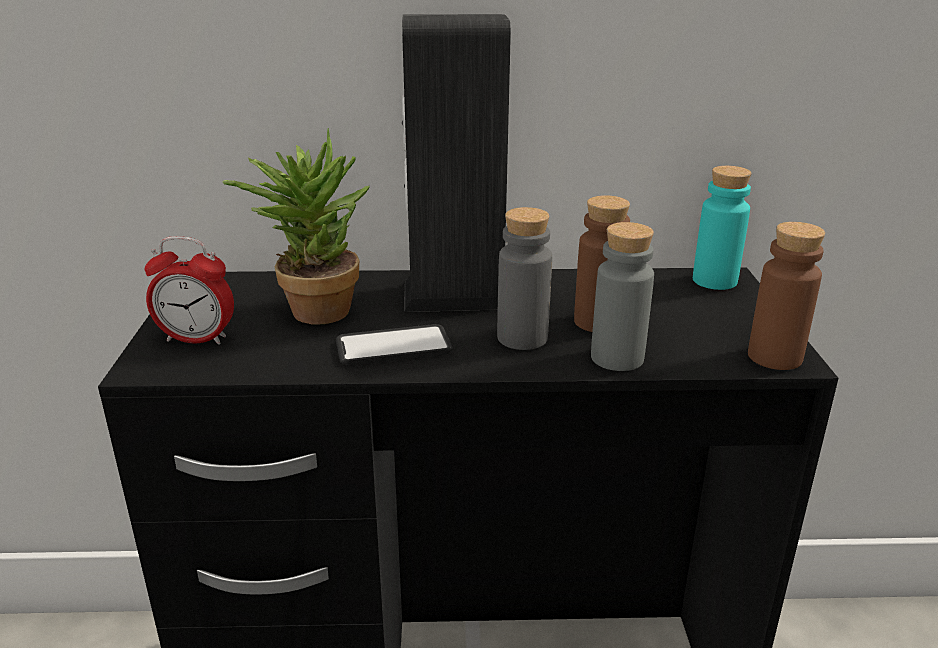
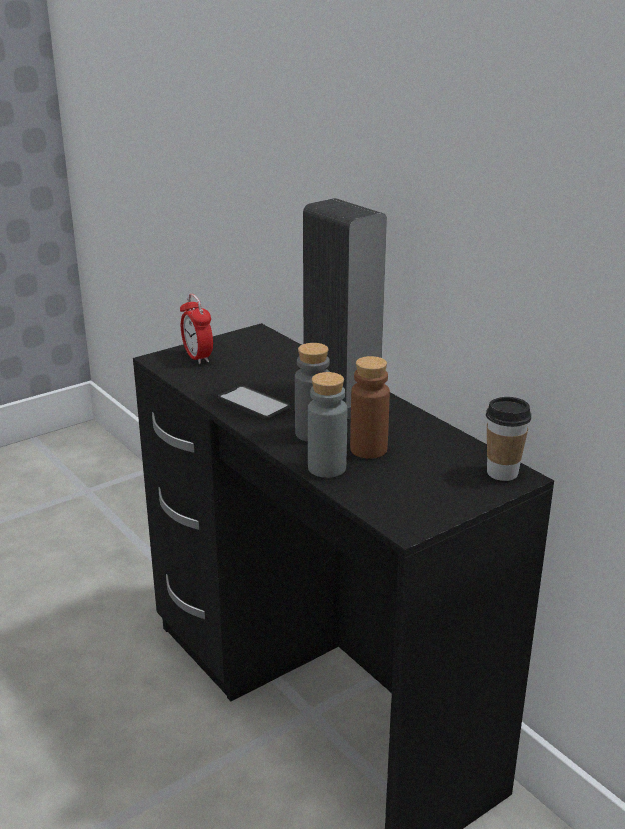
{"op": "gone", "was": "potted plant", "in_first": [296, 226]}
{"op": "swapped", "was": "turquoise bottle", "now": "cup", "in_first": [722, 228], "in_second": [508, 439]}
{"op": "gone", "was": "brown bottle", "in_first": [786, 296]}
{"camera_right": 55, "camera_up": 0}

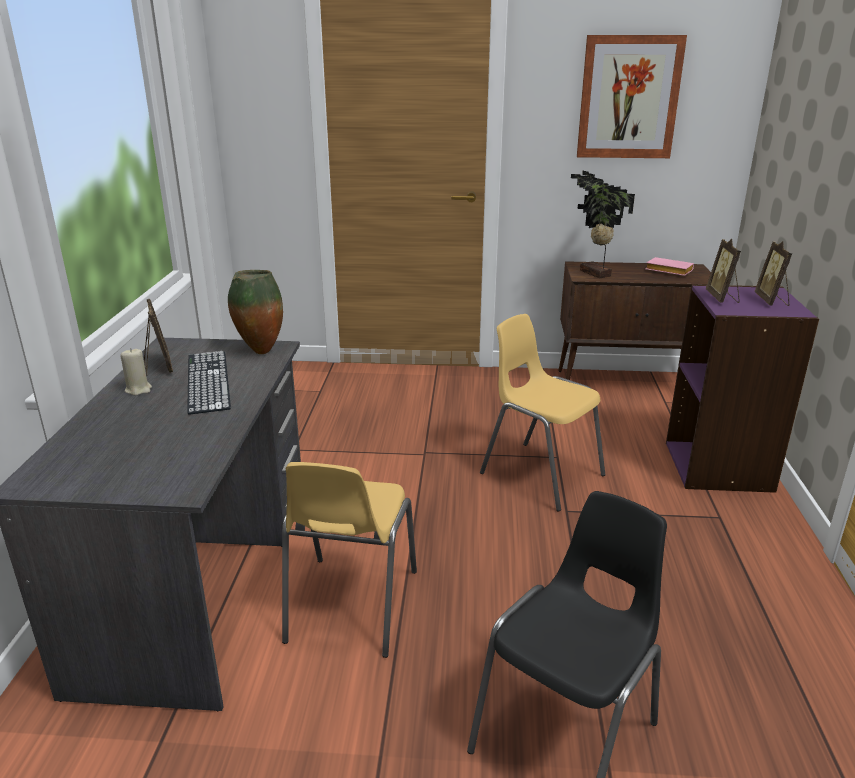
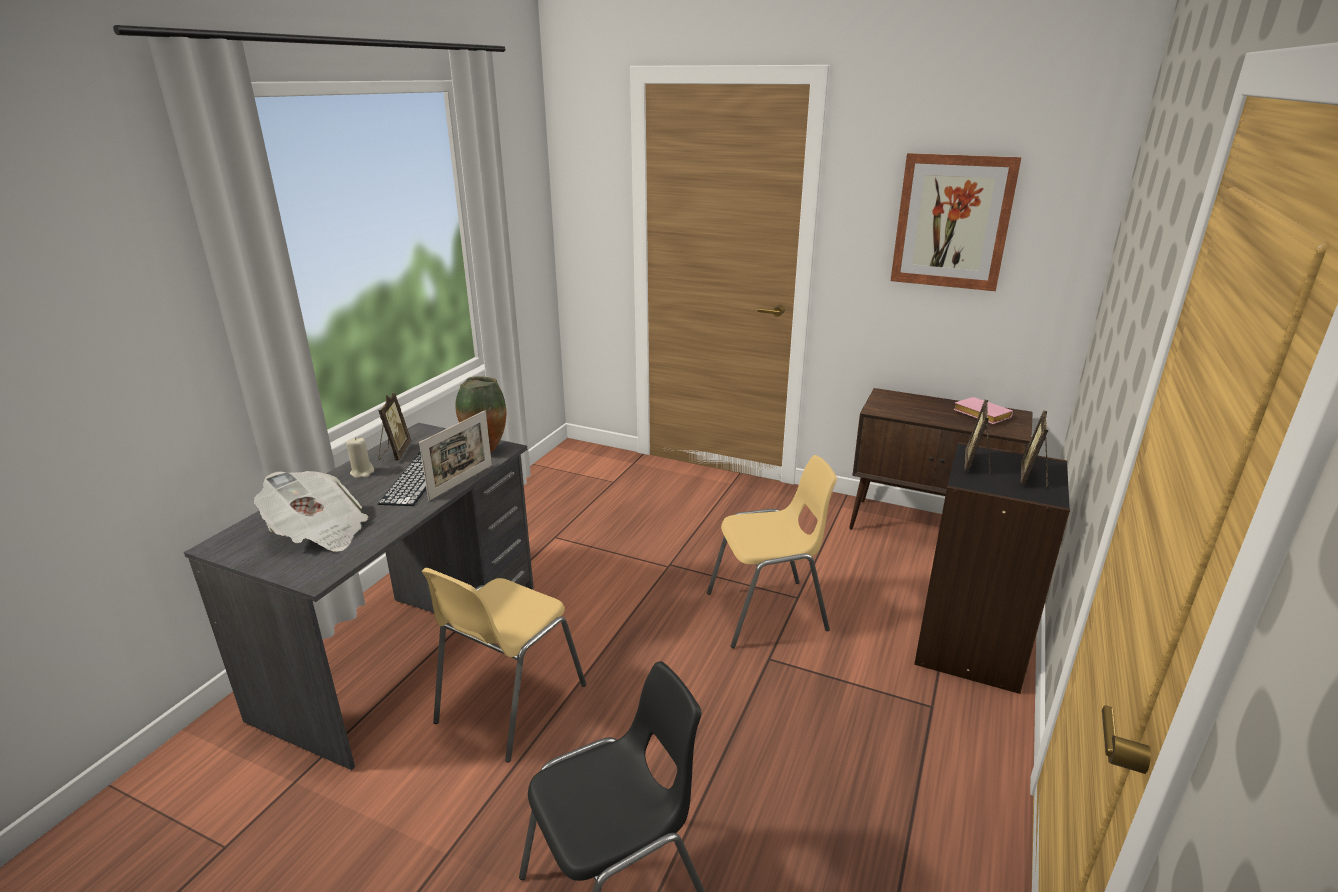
{"op": "gone", "was": "potted plant", "in_first": [603, 224]}
{"op": "repainted", "was": "purple bookcase", "now": "black bookcase", "in_first": [742, 389], "in_second": [992, 568]}
{"op": "rotated", "was": "yellow chair", "in_first": [542, 413], "in_second": [772, 551], "clockwise": 105}
{"op": "new", "now": "picture frame", "in_second": [455, 455]}
{"op": "new", "now": "newspaper", "in_second": [311, 511]}
{"camera_right": 20, "camera_up": 0}

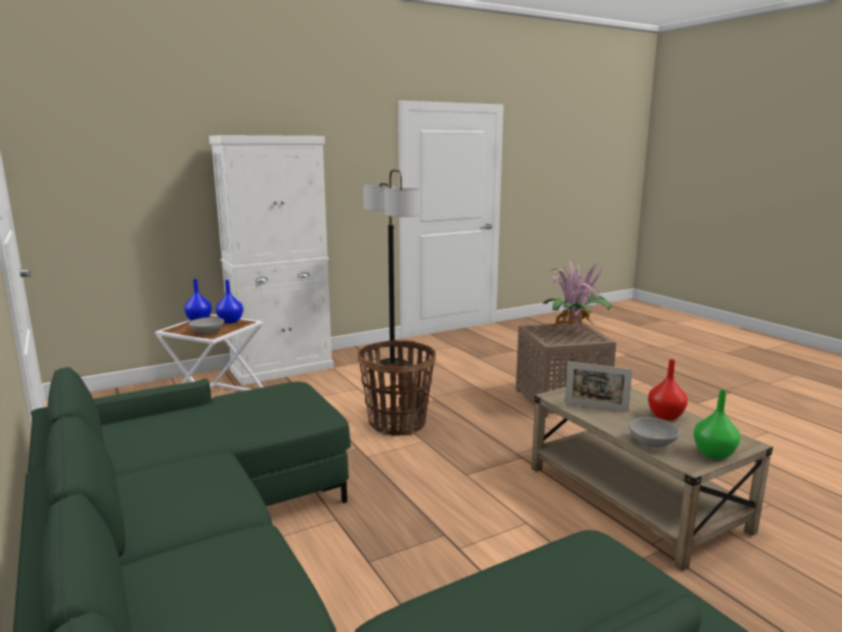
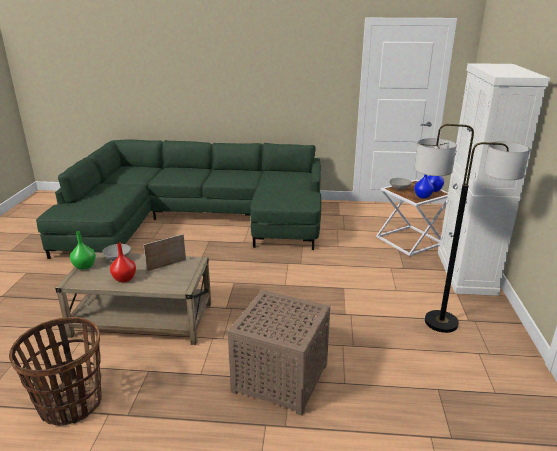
{"op": "gone", "was": "potted plant", "in_first": [577, 294]}
{"op": "shifted", "was": "basket", "in_first": [397, 388], "in_second": [55, 371]}
{"camera_right": 125, "camera_up": 10}

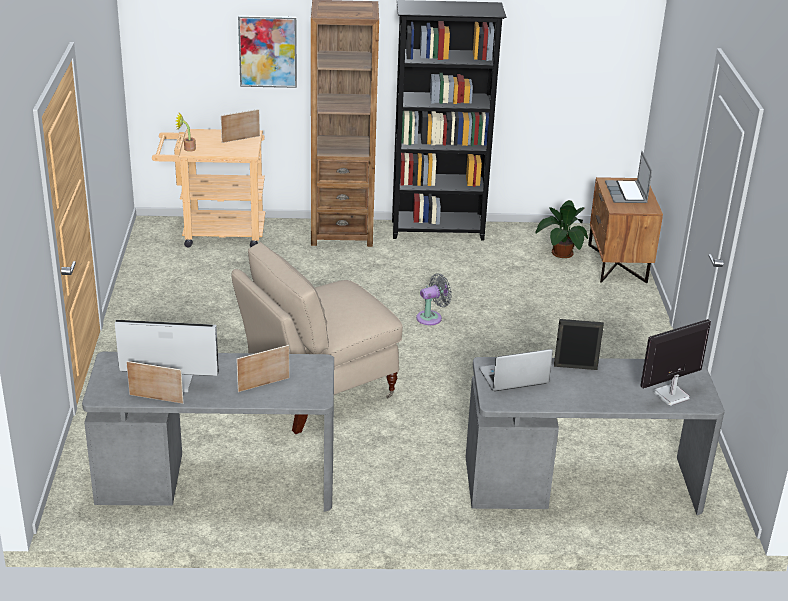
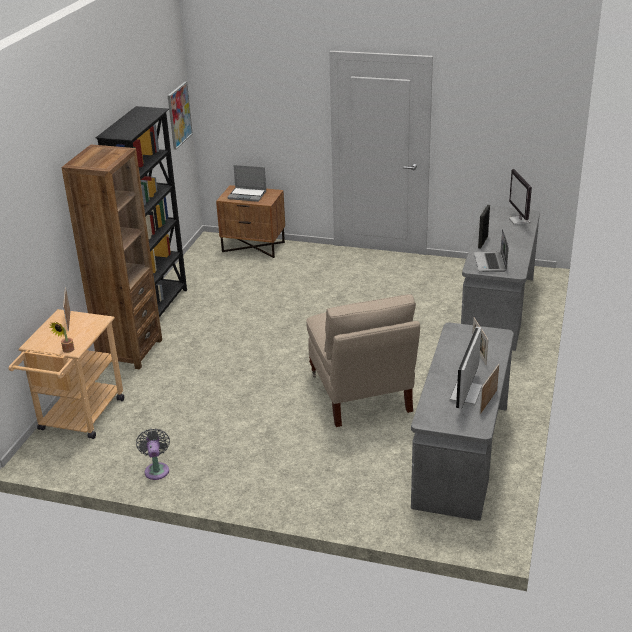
{"op": "shifted", "was": "picture", "in_first": [267, 51], "in_second": [180, 116]}
{"op": "gone", "was": "potted plant", "in_first": [561, 229]}
{"op": "shifted", "was": "grey fan", "in_first": [434, 299], "in_second": [153, 454]}
{"camera_right": -70, "camera_up": 0}

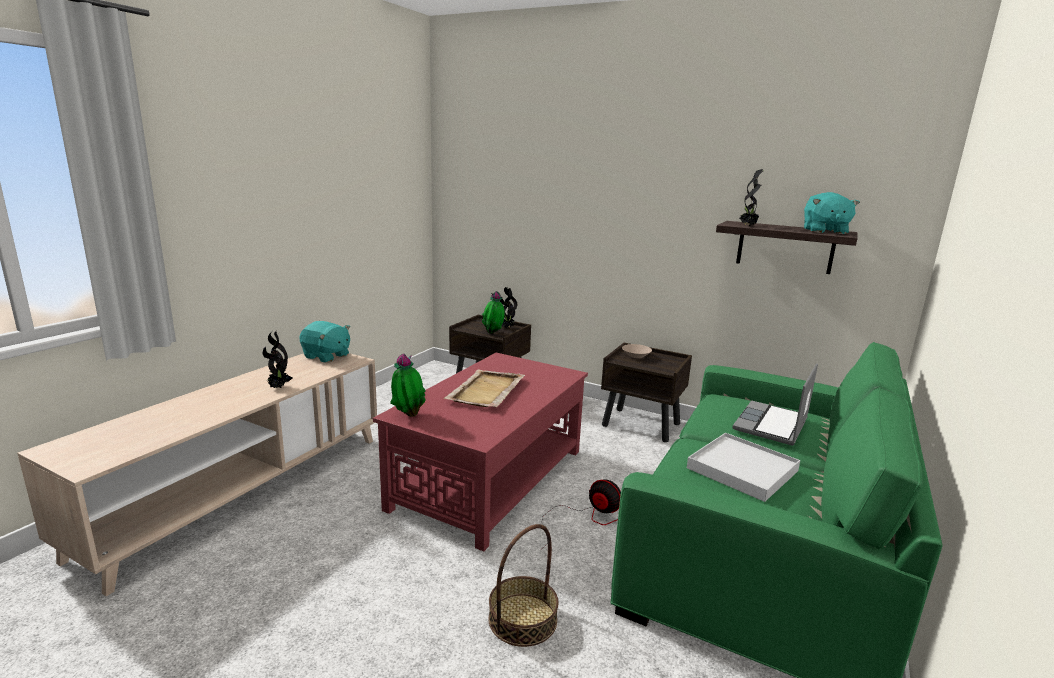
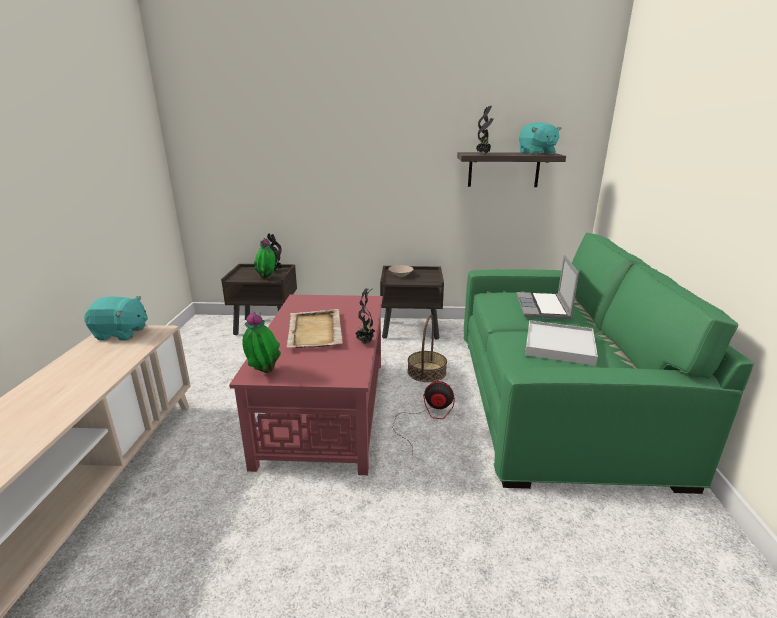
{"op": "shifted", "was": "potted plant", "in_first": [278, 359], "in_second": [365, 316]}
{"op": "shifted", "was": "basket", "in_first": [523, 585], "in_second": [427, 348]}
{"camera_right": -25, "camera_up": 5}

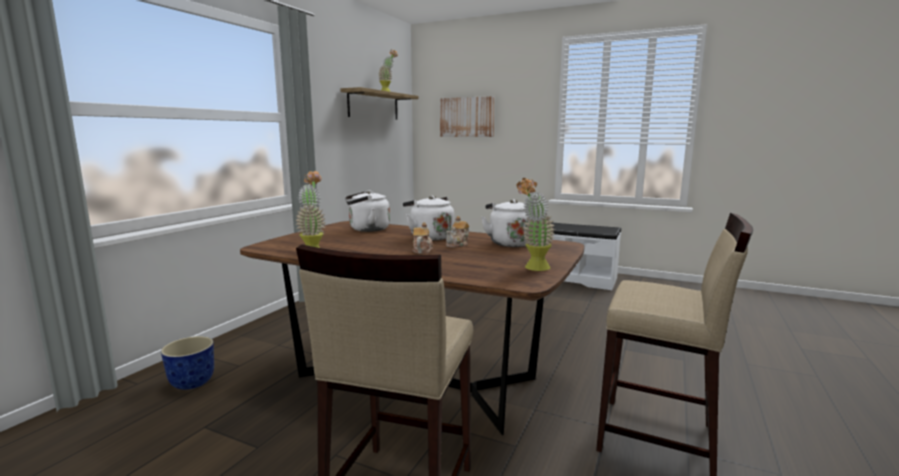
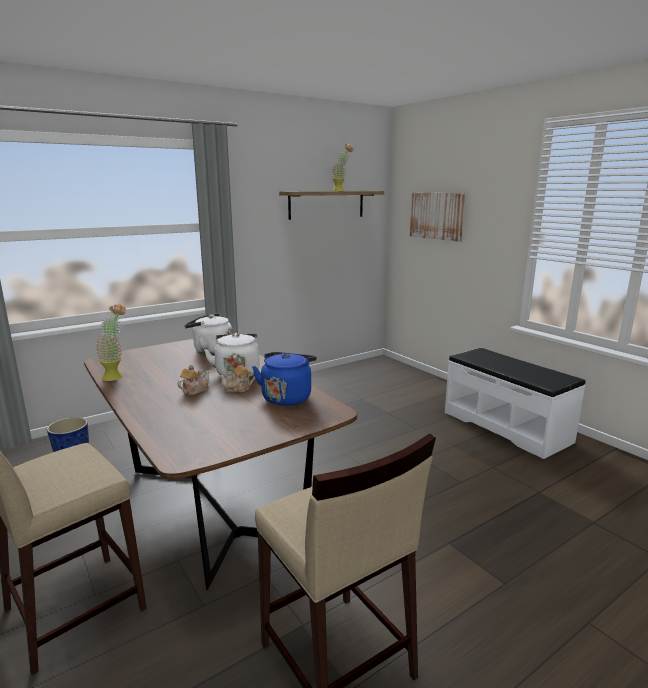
{"op": "gone", "was": "potted plant", "in_first": [535, 224]}
{"op": "repainted", "was": "white kettle", "now": "blue kettle", "in_first": [505, 223], "in_second": [284, 379]}
{"camera_right": 30, "camera_up": 5}

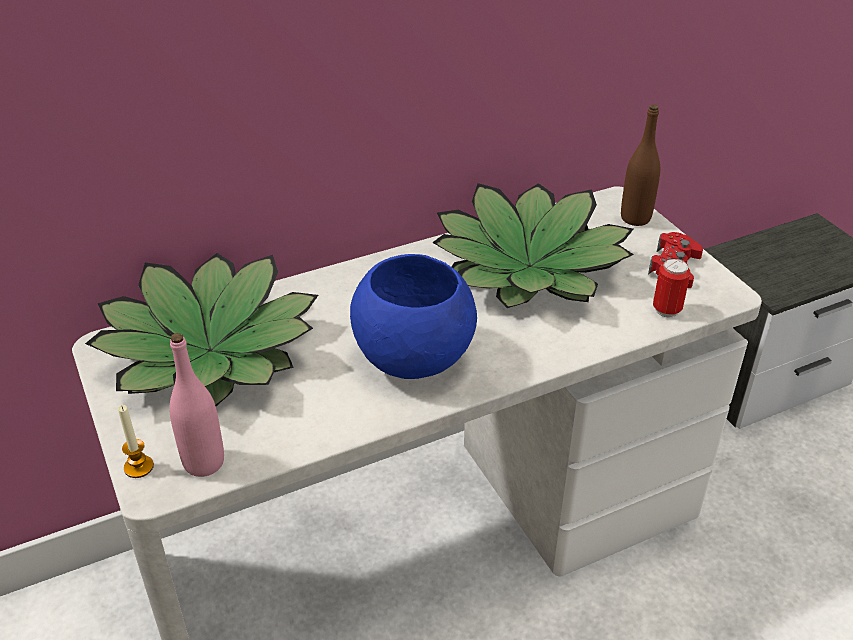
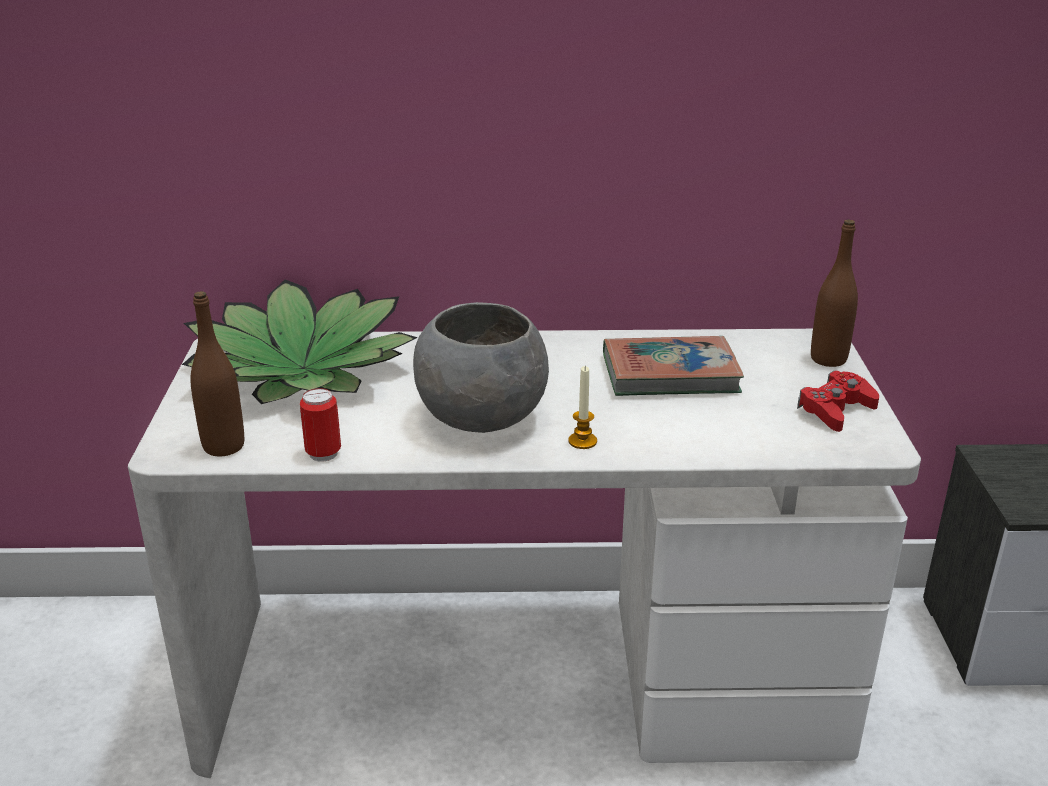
{"op": "swapped", "was": "potted plant", "now": "book", "in_first": [533, 245], "in_second": [673, 366]}
{"op": "repainted", "was": "blue bowl", "now": "grey bowl", "in_first": [413, 316], "in_second": [481, 367]}
{"op": "shifted", "was": "can", "in_first": [671, 287], "in_second": [320, 425]}
{"op": "repainted", "was": "pink bottle", "now": "brown bottle", "in_first": [196, 405], "in_second": [217, 373]}
{"op": "shifted", "was": "candle", "in_first": [136, 441], "in_second": [582, 407]}
{"camera_right": 25, "camera_up": -10}

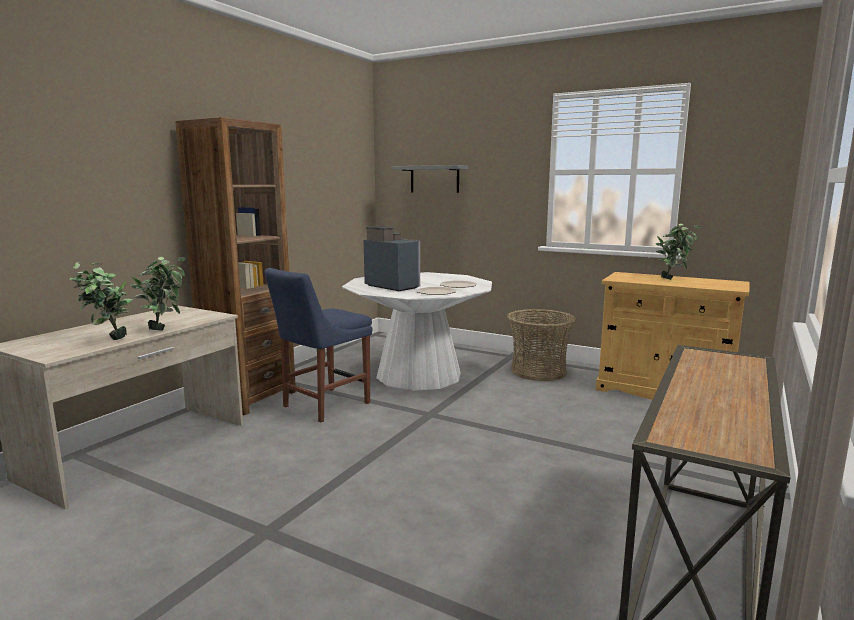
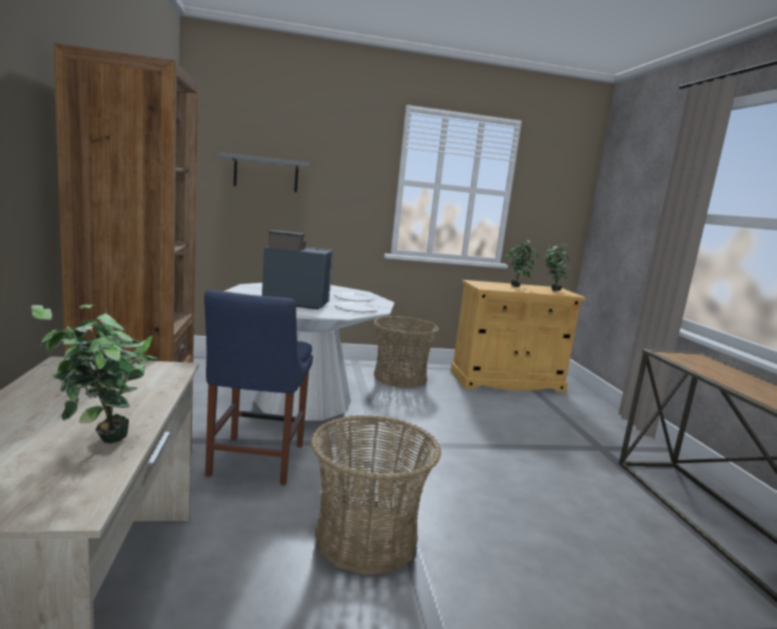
{"op": "shifted", "was": "potted plant", "in_first": [158, 293], "in_second": [558, 267]}
{"op": "new", "now": "basket", "in_second": [376, 495]}
{"camera_right": -40, "camera_up": 0}

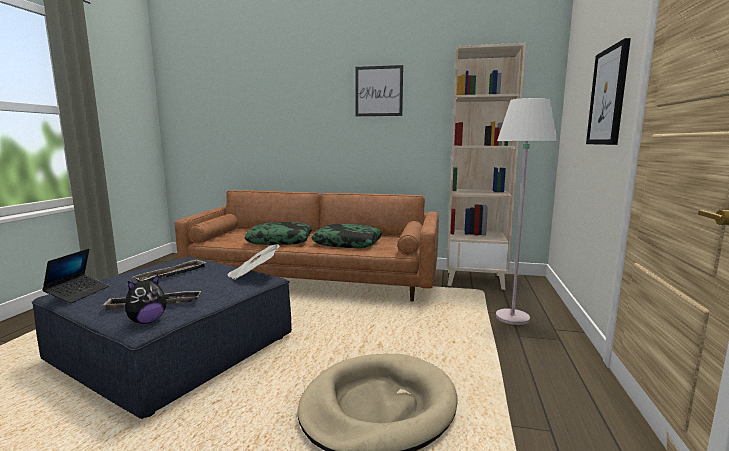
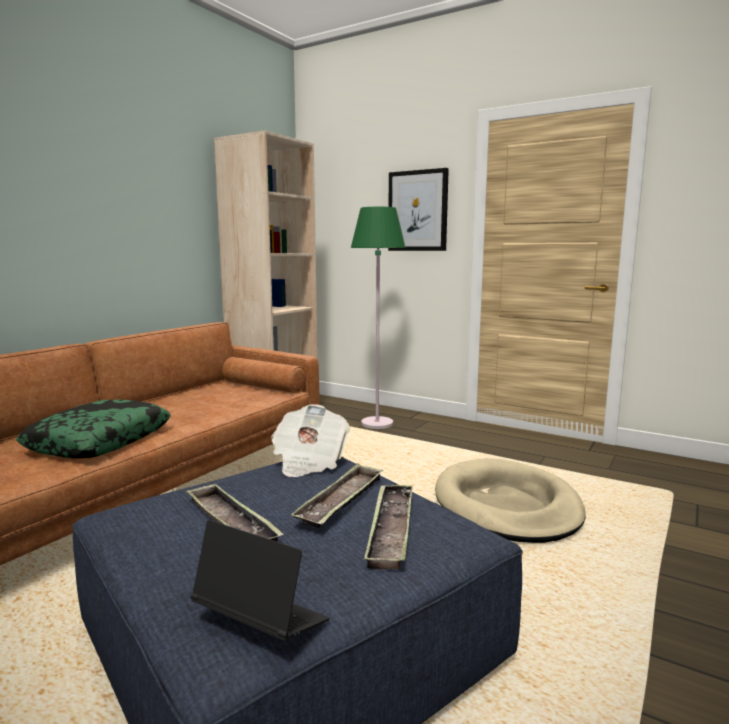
{"op": "gone", "was": "picture", "in_first": [379, 90]}
{"op": "repainted", "was": "white floor lamp", "now": "green floor lamp", "in_first": [527, 211], "in_second": [378, 318]}
{"op": "gone", "was": "pillow", "in_first": [346, 236]}
{"op": "gone", "was": "plush toy", "in_first": [145, 299]}
{"op": "new", "now": "tray", "in_second": [337, 495]}
{"camera_right": -70, "camera_up": 0}

